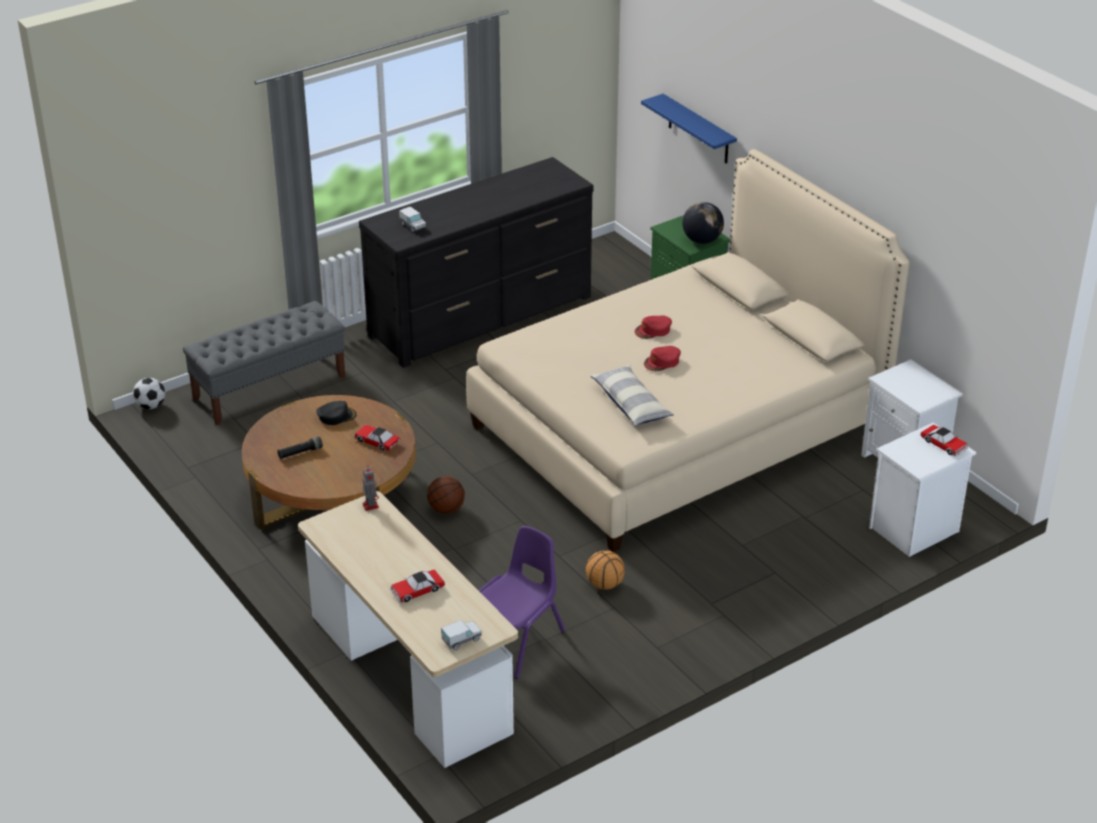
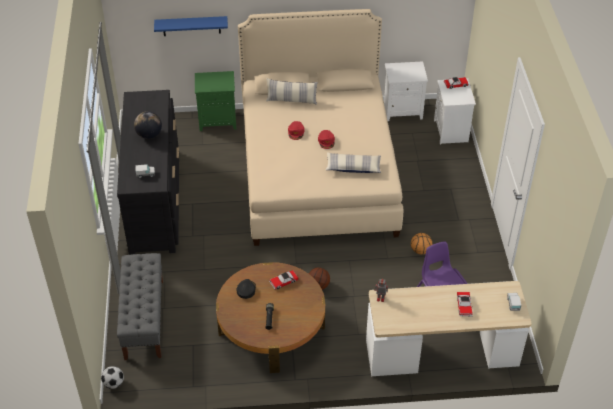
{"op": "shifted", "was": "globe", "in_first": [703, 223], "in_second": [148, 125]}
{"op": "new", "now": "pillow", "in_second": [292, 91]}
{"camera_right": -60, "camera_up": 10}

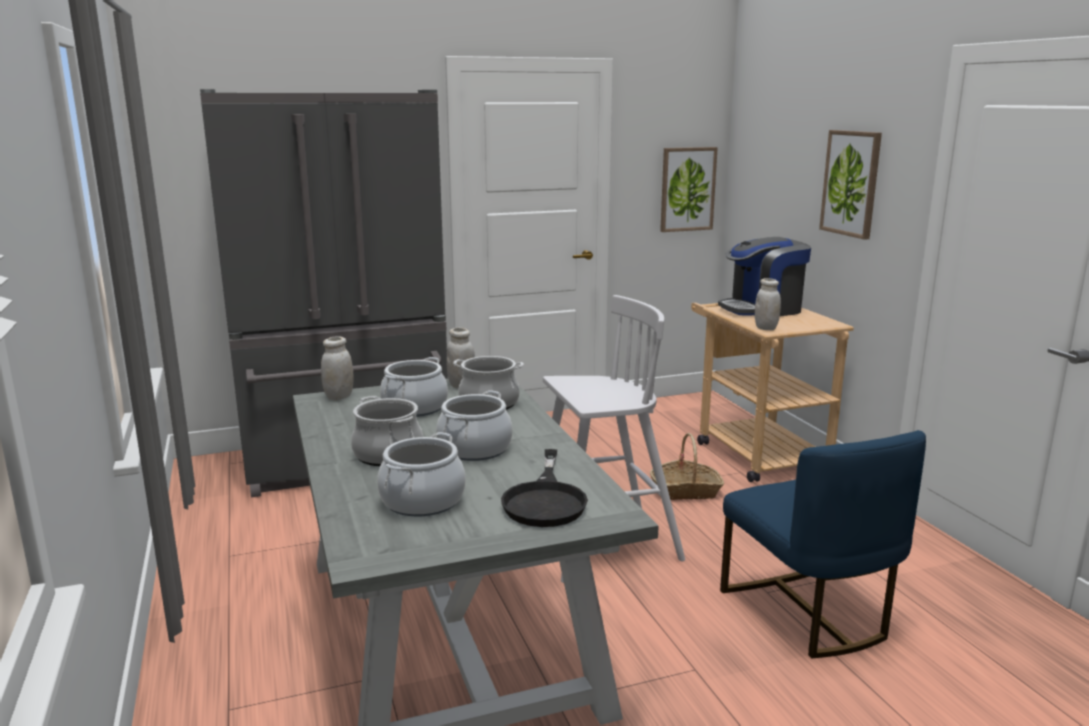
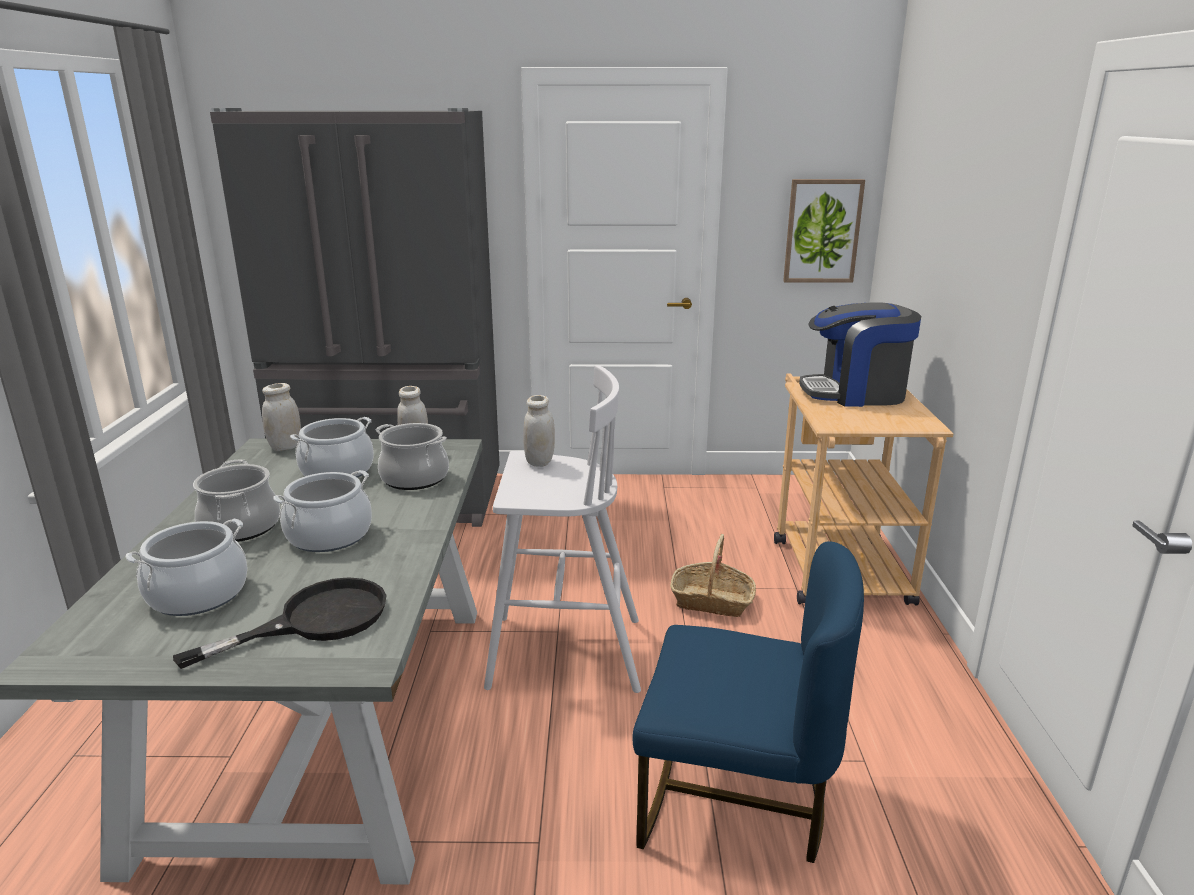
{"op": "gone", "was": "picture", "in_first": [850, 185]}
{"op": "shifted", "was": "white jar", "in_first": [768, 304], "in_second": [539, 431]}
{"op": "rotated", "was": "blue chair", "in_first": [823, 544], "in_second": [748, 702], "clockwise": -75}
{"op": "rotated", "was": "black frying pan", "in_first": [544, 488], "in_second": [279, 623], "clockwise": -150}
{"camera_right": 20, "camera_up": 5}

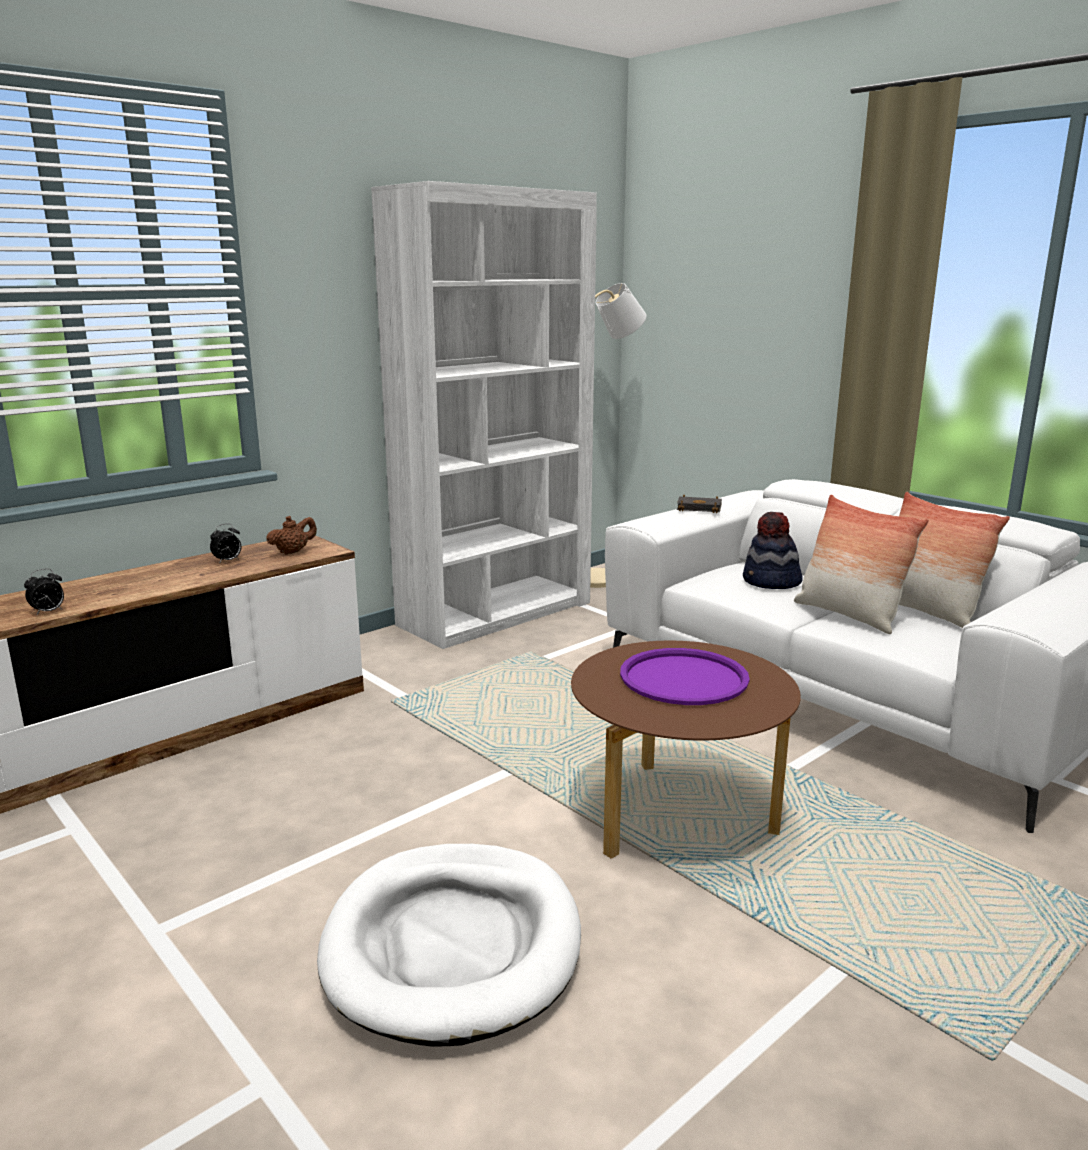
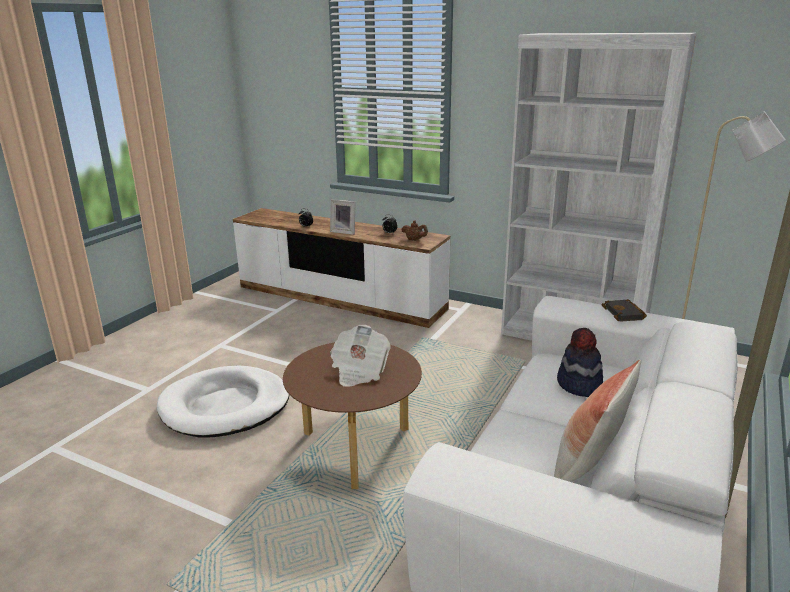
{"op": "gone", "was": "pillow", "in_first": [861, 564]}
{"op": "swapped", "was": "purple tray", "now": "newspaper", "in_first": [685, 676], "in_second": [360, 356]}
{"op": "new", "now": "picture frame", "in_second": [343, 217]}
{"camera_right": 70, "camera_up": 5}

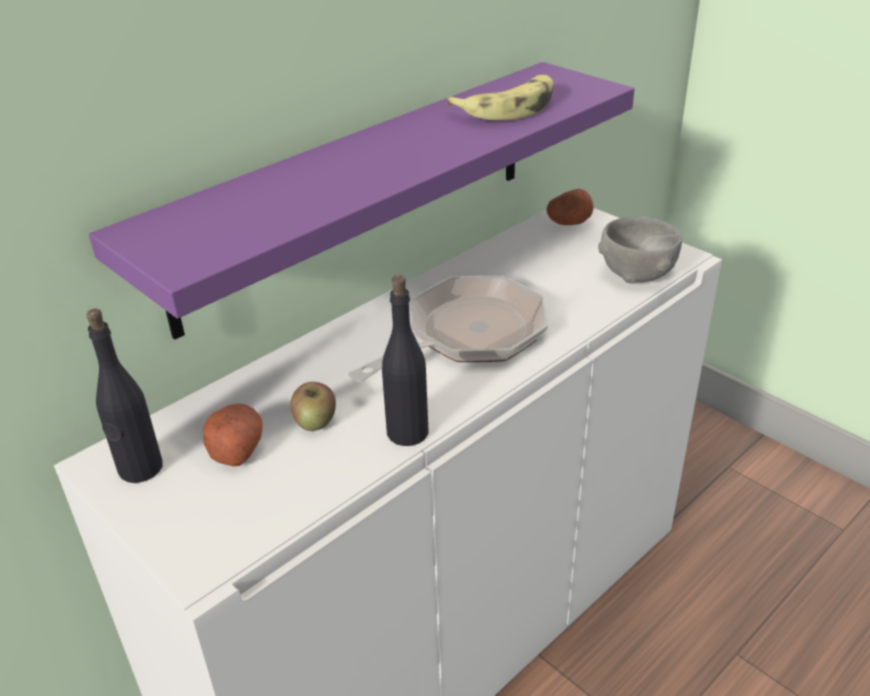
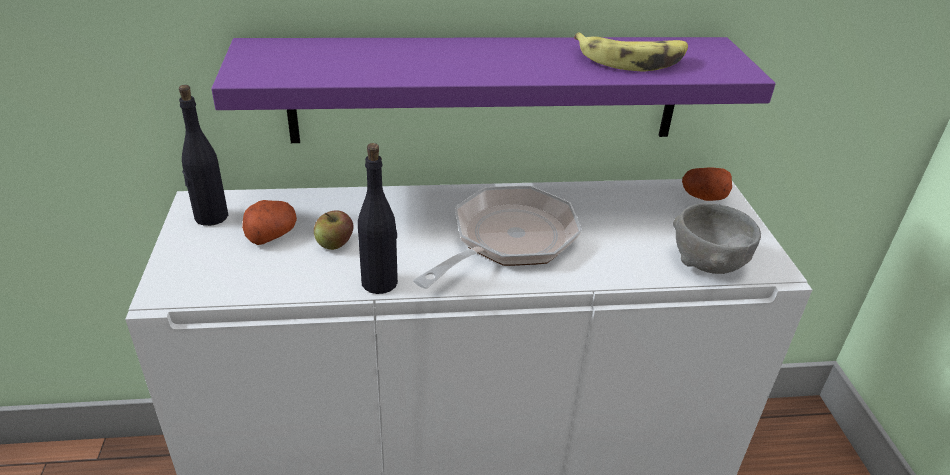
{"op": "rotated", "was": "frying pan", "in_first": [448, 329], "in_second": [497, 237], "clockwise": -45}
{"camera_right": 35, "camera_up": 0}

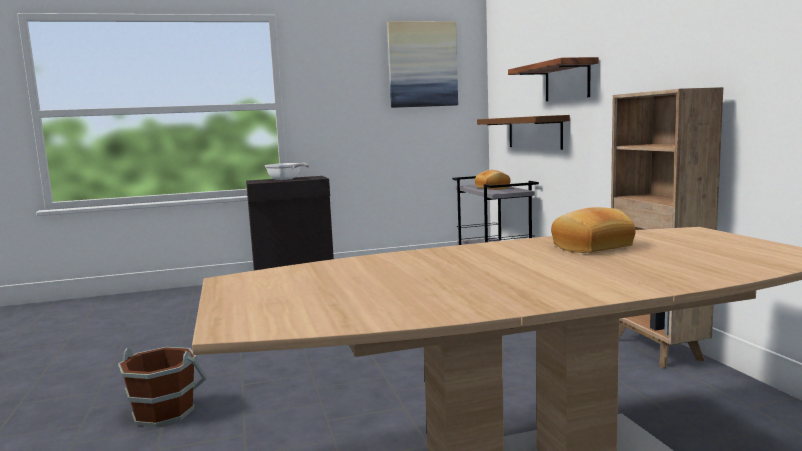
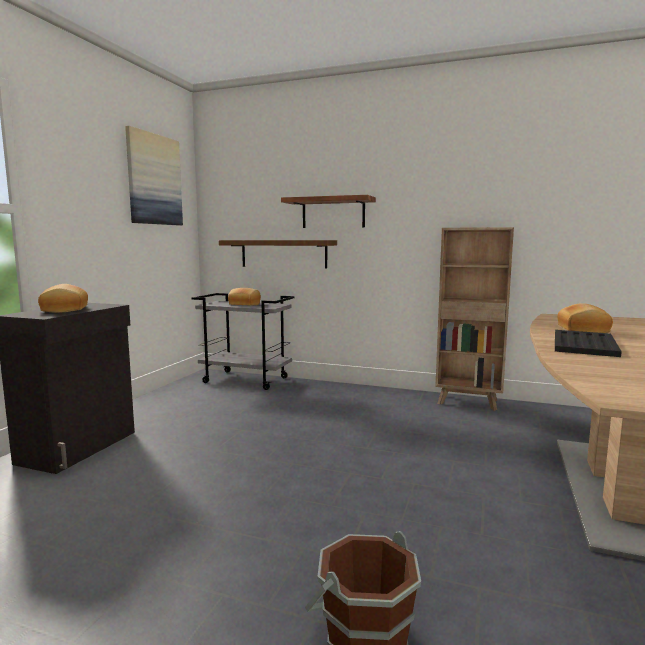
{"op": "swapped", "was": "frying pan", "now": "bread", "in_first": [286, 171], "in_second": [63, 298]}
{"op": "new", "now": "black tray", "in_second": [588, 343]}
{"camera_right": -55, "camera_up": 0}

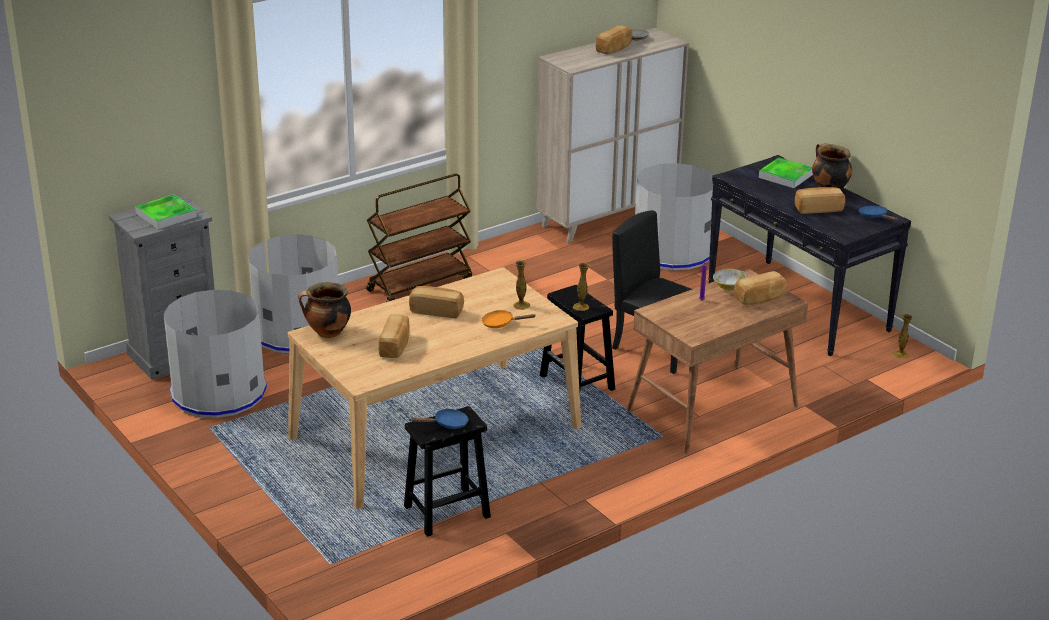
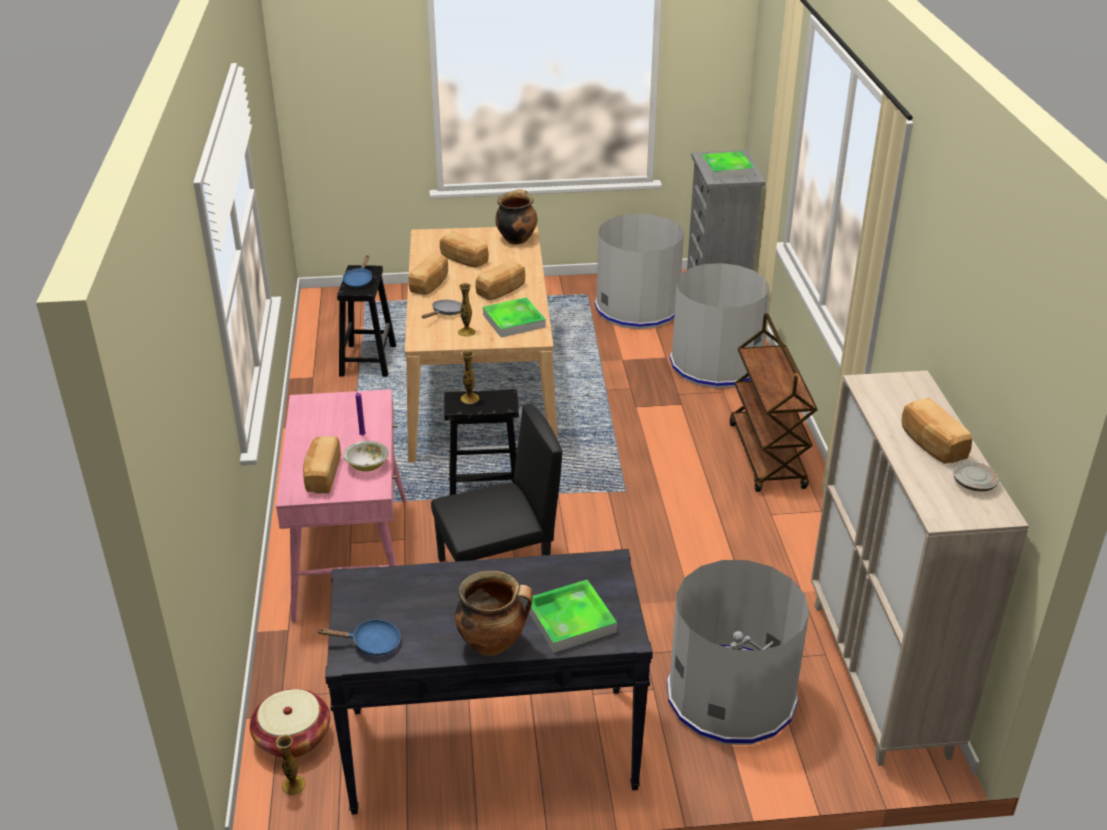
{"op": "shifted", "was": "bread", "in_first": [820, 200], "in_second": [428, 274]}
{"op": "repainted", "was": "brown desk", "now": "pink desk", "in_first": [717, 361], "in_second": [341, 505]}
{"op": "repainted", "was": "orange frying pan", "now": "grey frying pan", "in_first": [508, 319], "in_second": [442, 309]}
{"op": "new", "now": "tray", "in_second": [514, 317]}
{"op": "new", "now": "basket", "in_second": [290, 723]}
{"camera_right": 120, "camera_up": 5}

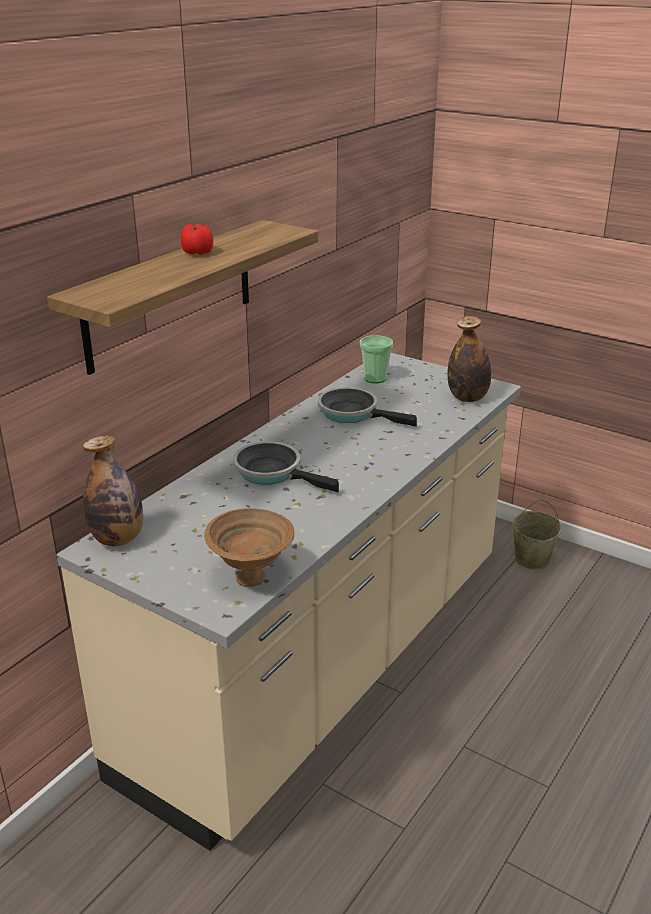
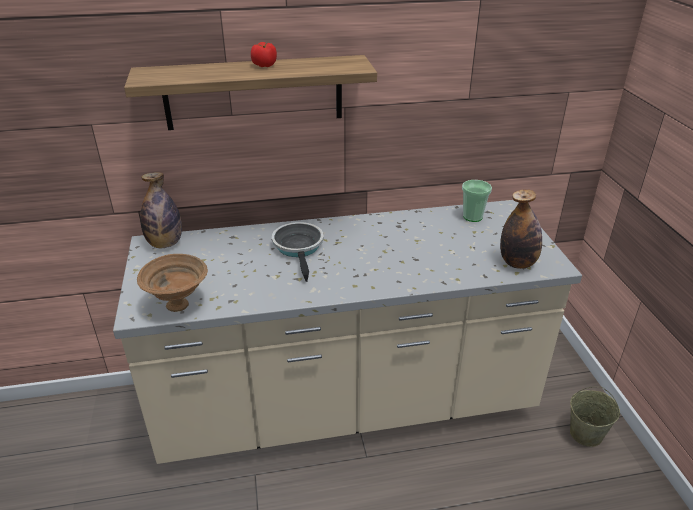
{"op": "gone", "was": "frying pan", "in_first": [367, 407]}
{"camera_right": 45, "camera_up": 5}

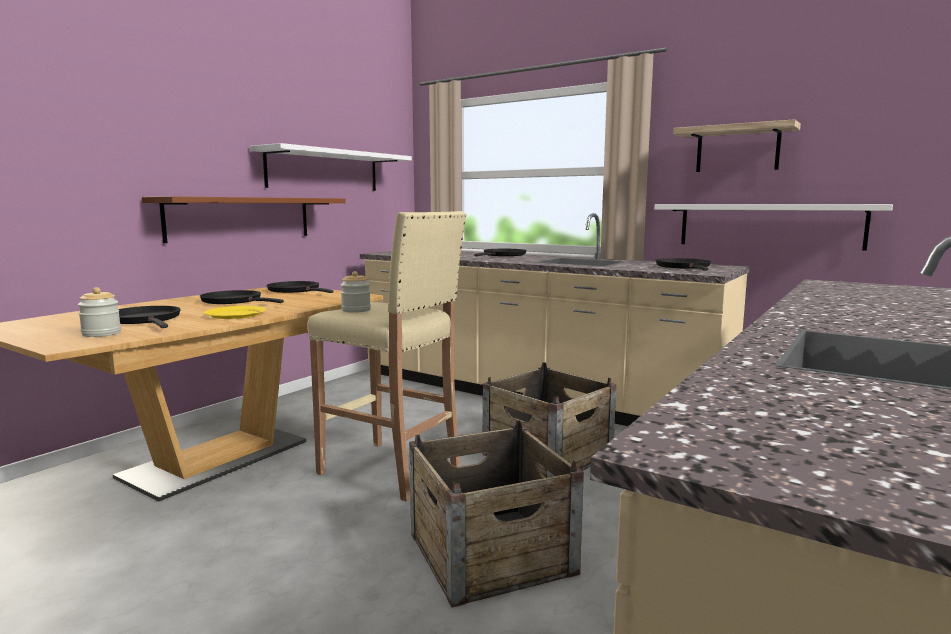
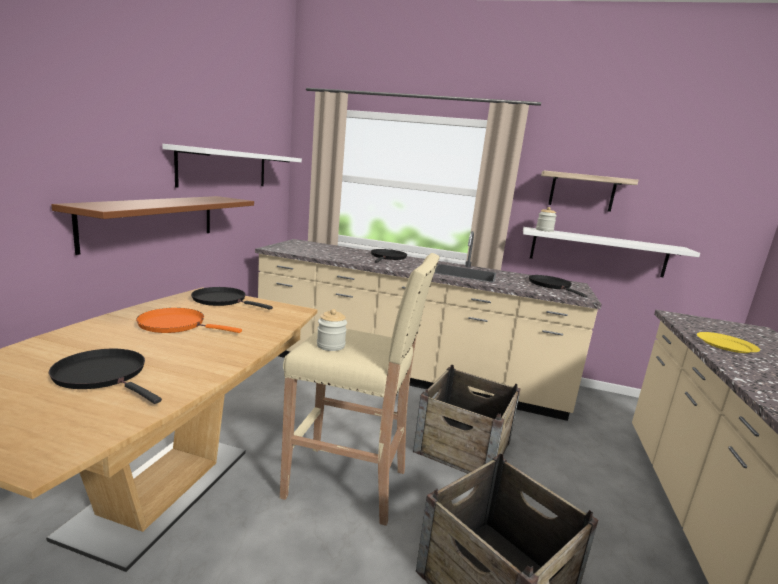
{"op": "shifted", "was": "jar", "in_first": [99, 312], "in_second": [546, 219]}
{"op": "repainted", "was": "black frying pan", "now": "orange frying pan", "in_first": [242, 297], "in_second": [189, 320]}
{"op": "shifted", "was": "yellow plate", "in_first": [235, 312], "in_second": [728, 342]}
{"camera_right": -20, "camera_up": 5}

